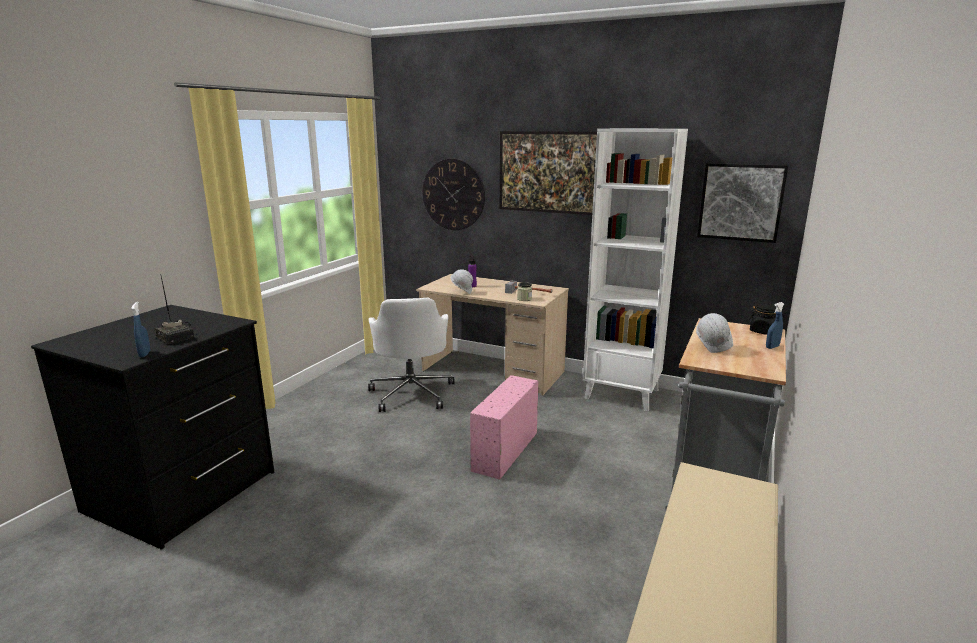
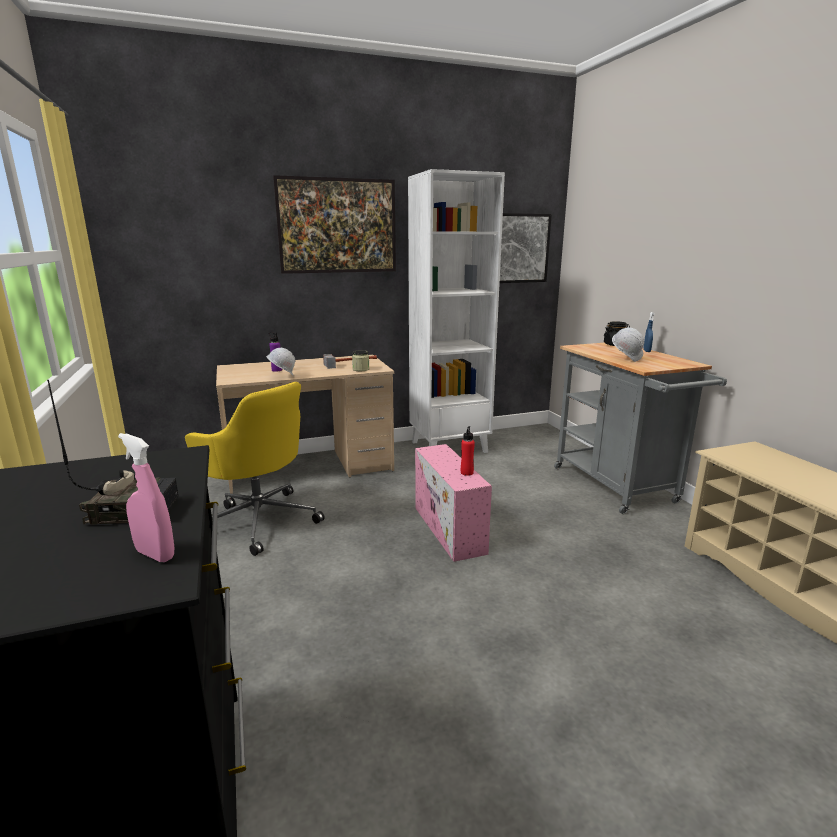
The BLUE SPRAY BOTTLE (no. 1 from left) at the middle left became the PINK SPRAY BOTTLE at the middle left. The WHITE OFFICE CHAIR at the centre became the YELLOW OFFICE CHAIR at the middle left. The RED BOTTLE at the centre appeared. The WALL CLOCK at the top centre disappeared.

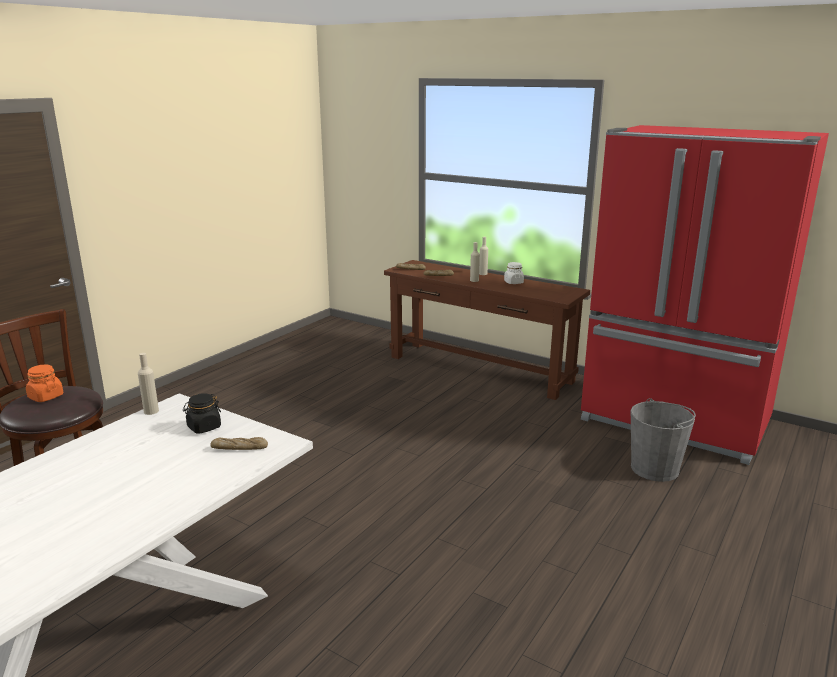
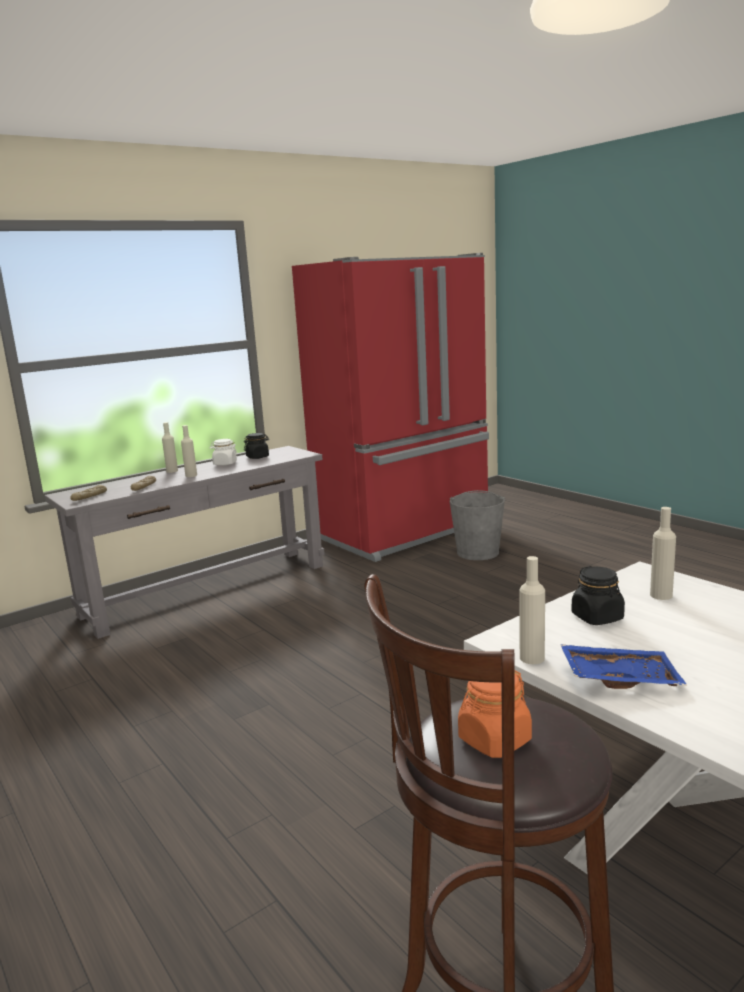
The BROWN CONSOLE TABLE at the centre became the GREY CONSOLE TABLE at the middle left. The BLACK JAR (no. 1 from left) at the centre appeared. The BLUE TRAY at the bottom right appeared. The BREAD (no. 1 from left) at the middle left was replaced by the BEIGE BOTTLE (no. 4 from left) at the middle right.

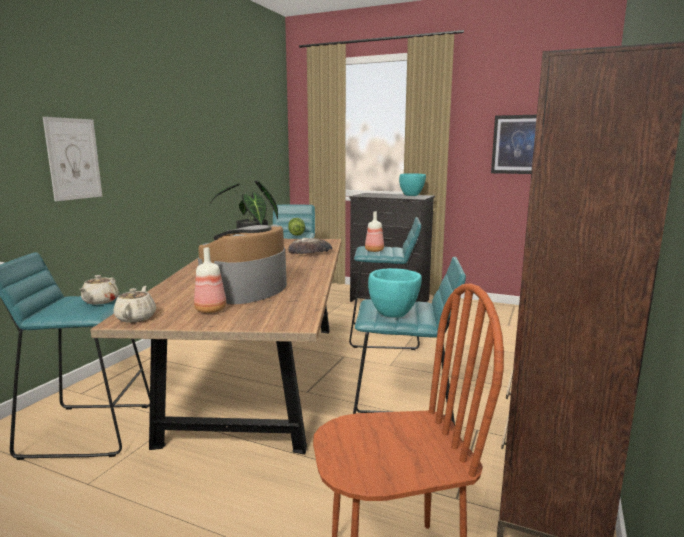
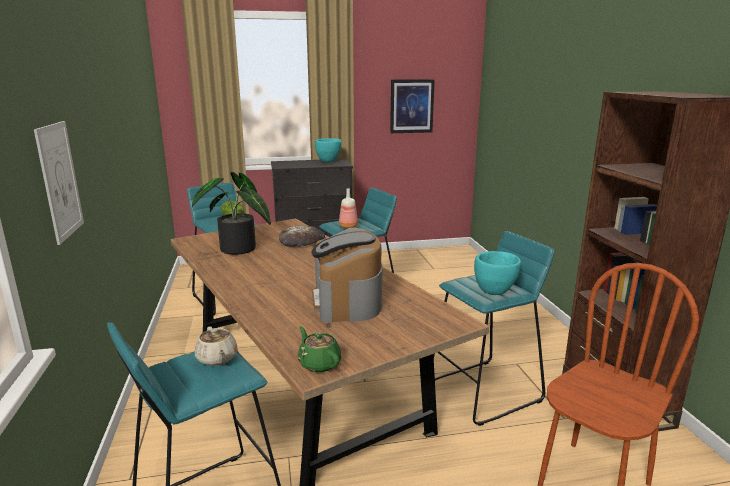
The BEIGE TEAPOT (no. 2 from left) at the middle left became the GREEN TEAPOT at the bottom centre. The BOTTLE (no. 1 from left) at the middle left disappeared.

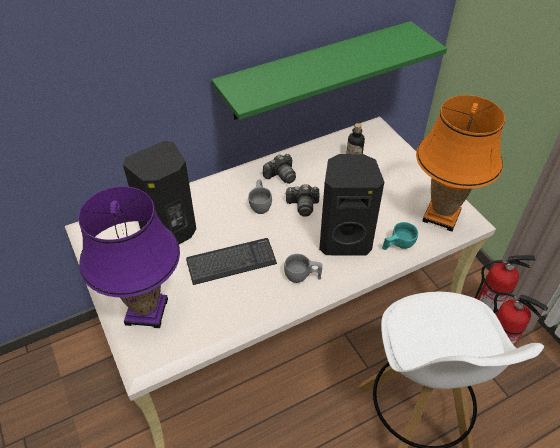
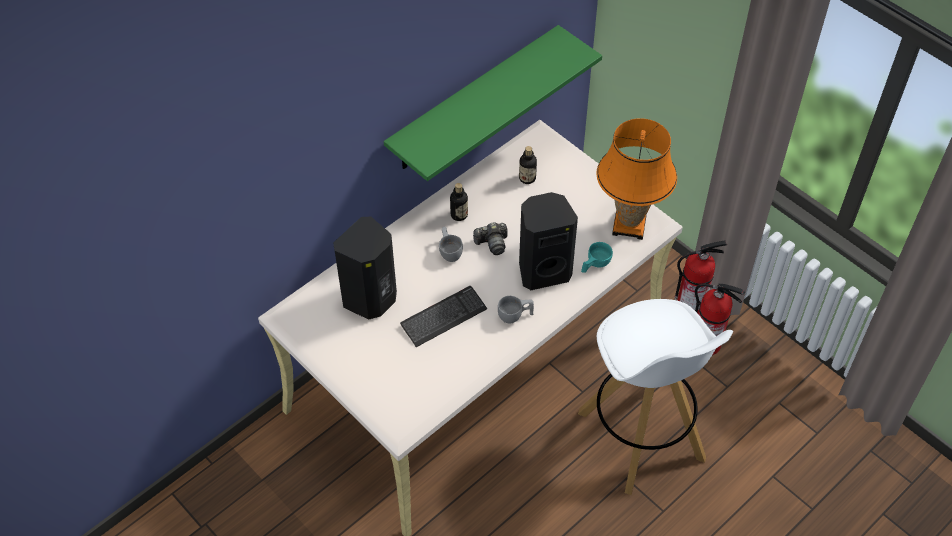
The PHOTO CAMERA (no. 1 from left) at the centre was replaced by the BOTTLE (no. 1 from left) at the centre. The PURPLE TABLE LAMP at the middle left disappeared.

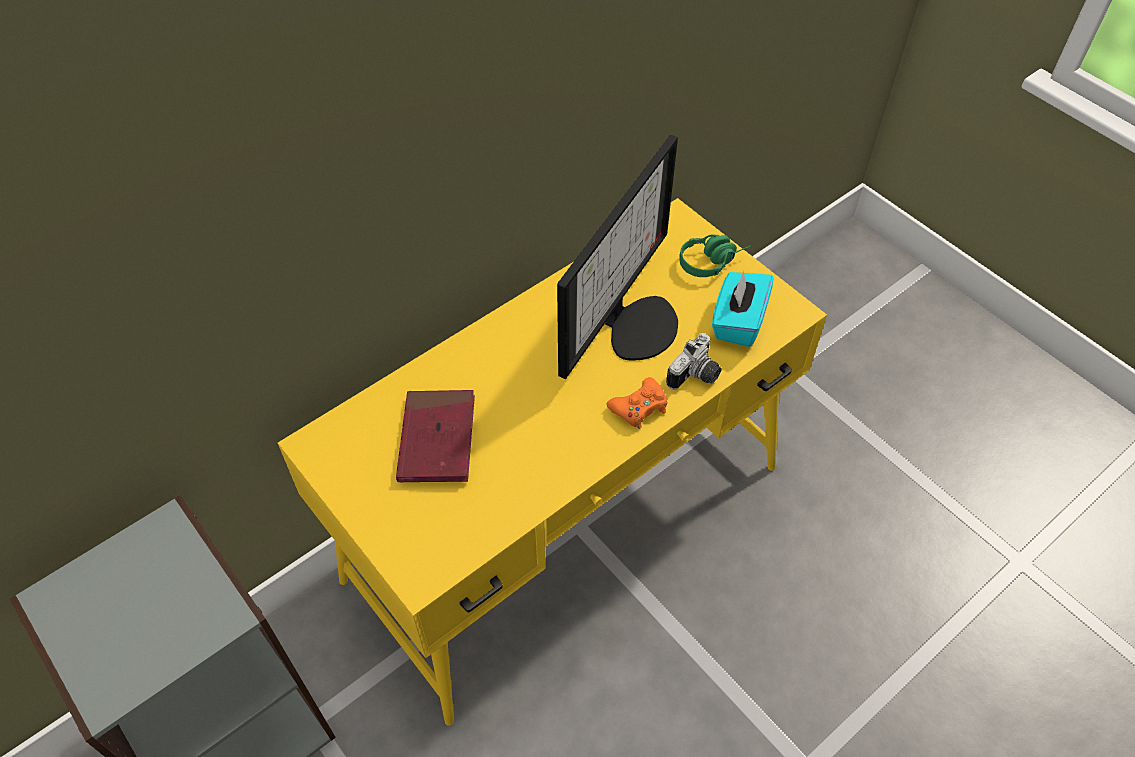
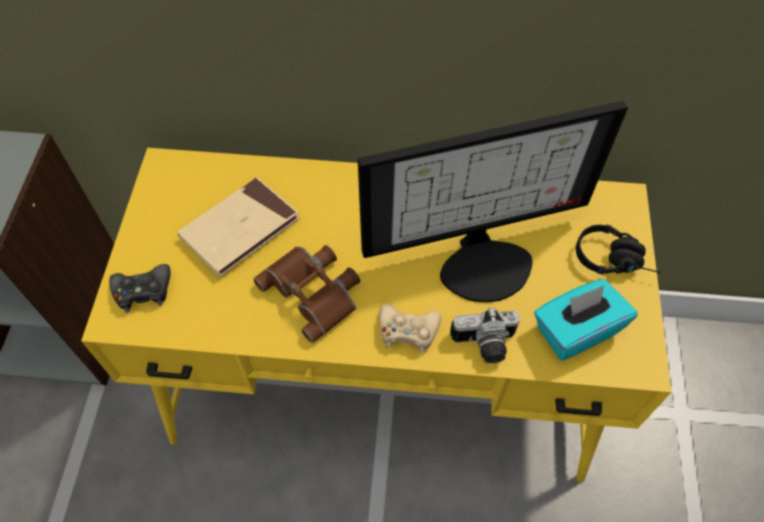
The BLACK GAME CONTROLLER at the middle left appeared. The RED BOOK at the centre became the BEIGE BOOK at the middle left. The BROWN BINOCULARS at the centre appeared. The ORANGE GAME CONTROLLER at the centre became the BEIGE GAME CONTROLLER at the centre. The GREEN HEADPHONES at the centre became the BLACK HEADPHONES at the middle right.

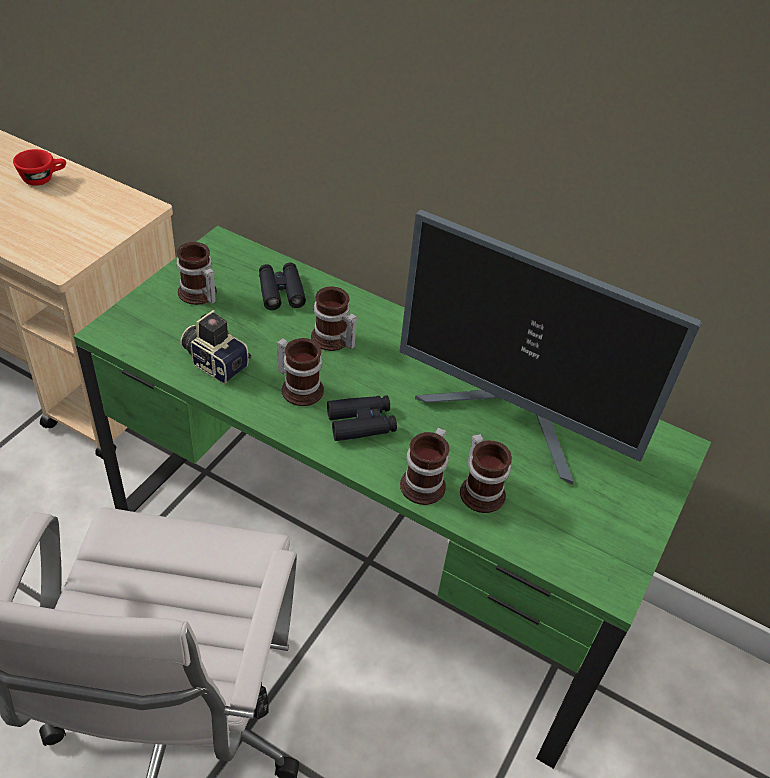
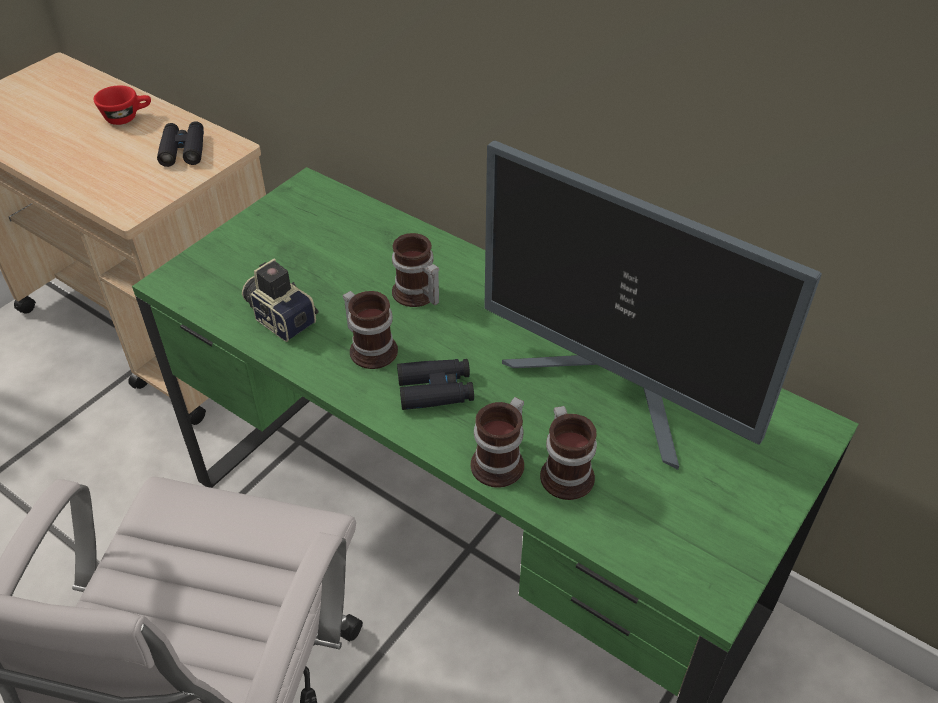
The BLACK BINOCULARS (no. 1 from left) moved from the centre to the top left. The MUG (no. 1 from left) at the middle left disappeared.

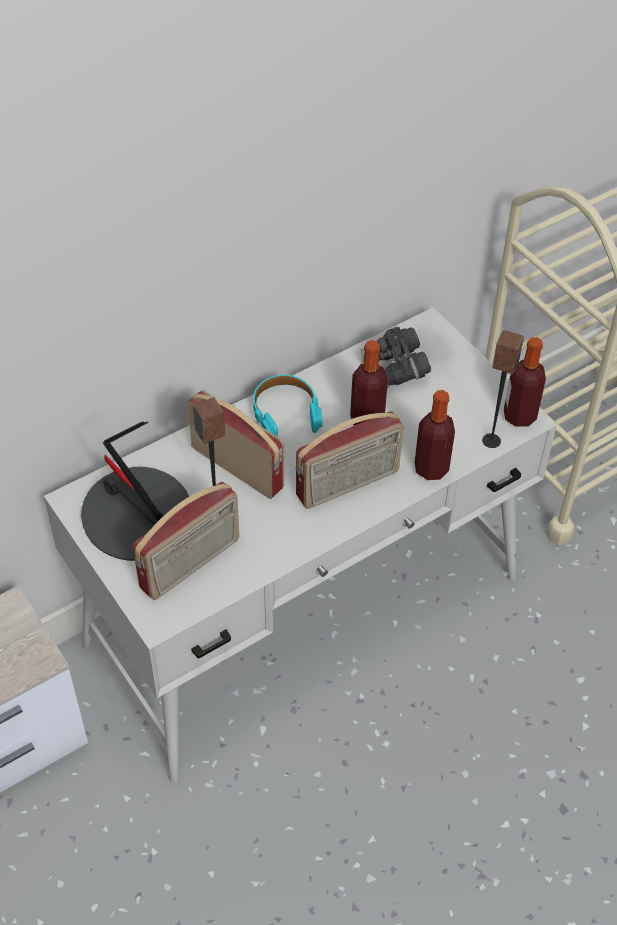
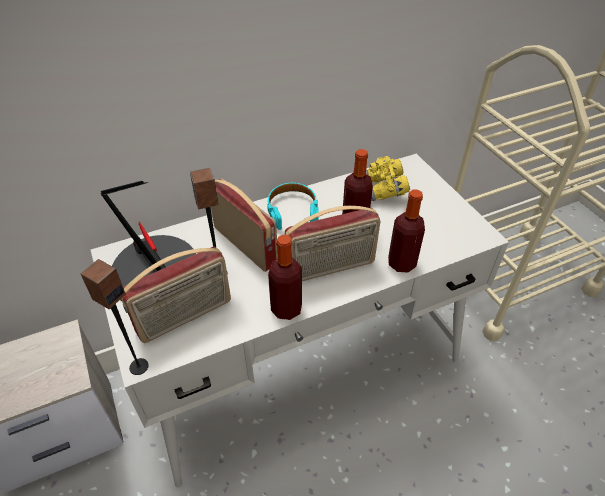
The SPEAKER (no. 2 from left in the first image) moved from the middle right to the middle left. The BOTTLE (no. 3 from left in the first image) moved from the middle right to the centre. The GREY BINOCULARS at the centre became the YELLOW BINOCULARS at the centre.

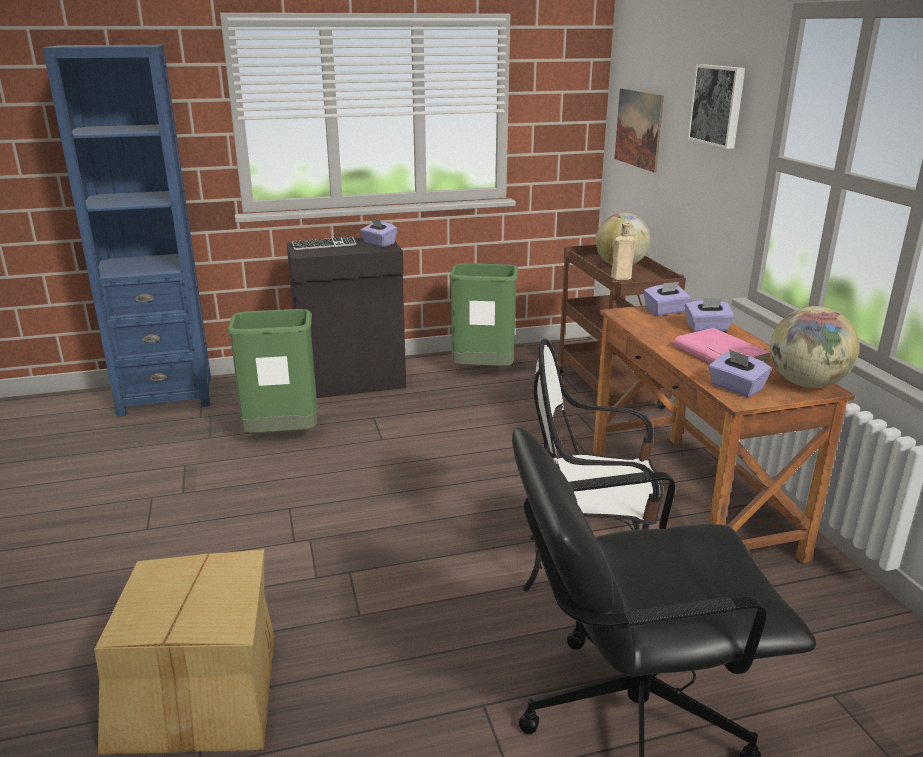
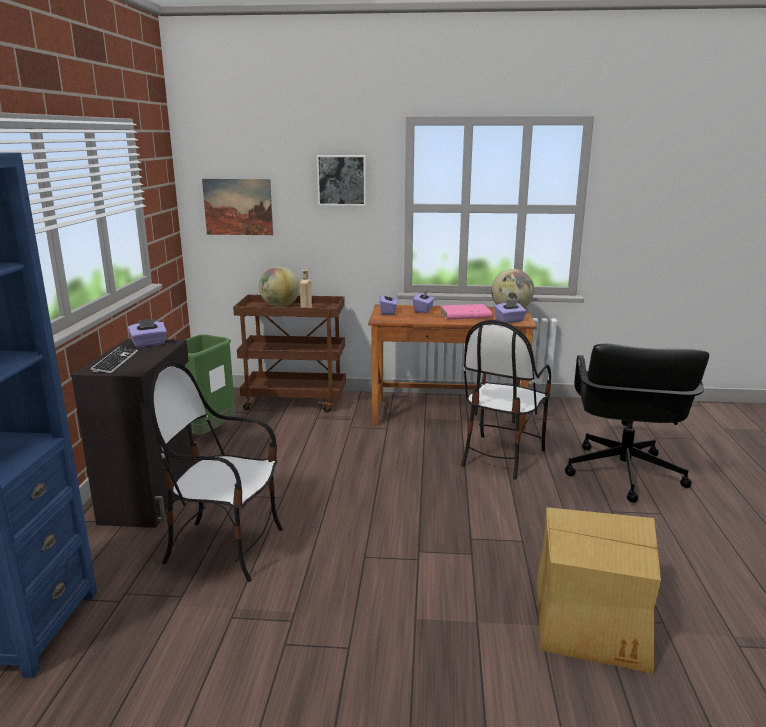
The GREEN TRASH CAN (no. 1 from left) at the middle left was replaced by the CHAIR (no. 1 from left) at the middle left.

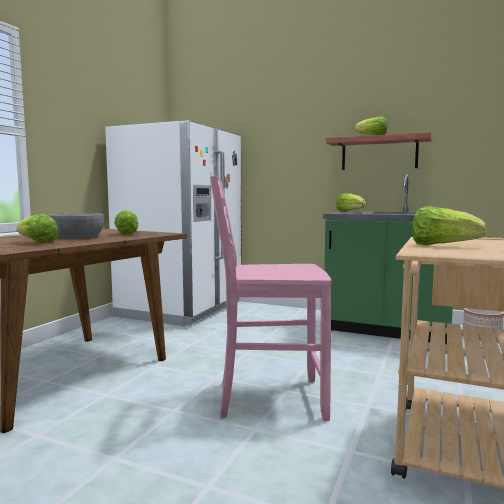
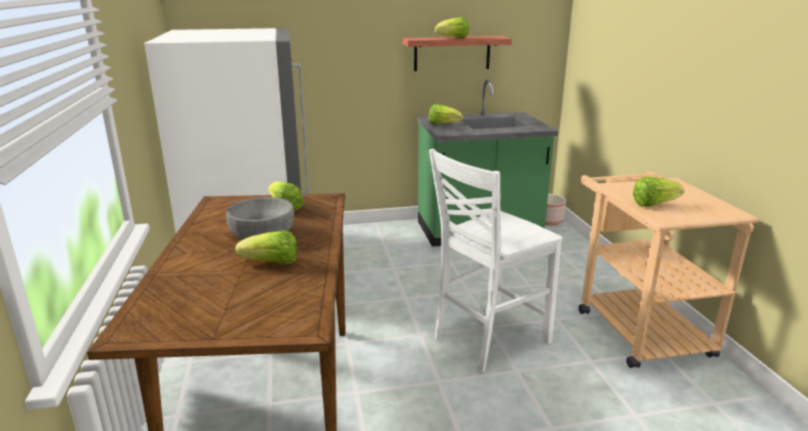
The PINK CHAIR at the centre became the WHITE CHAIR at the centre.

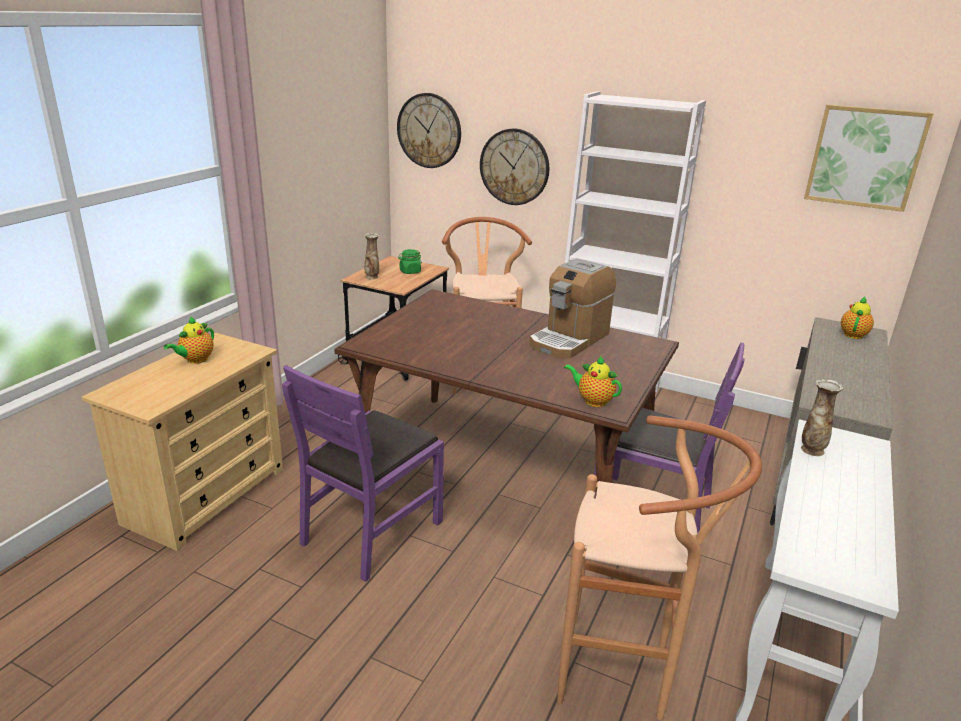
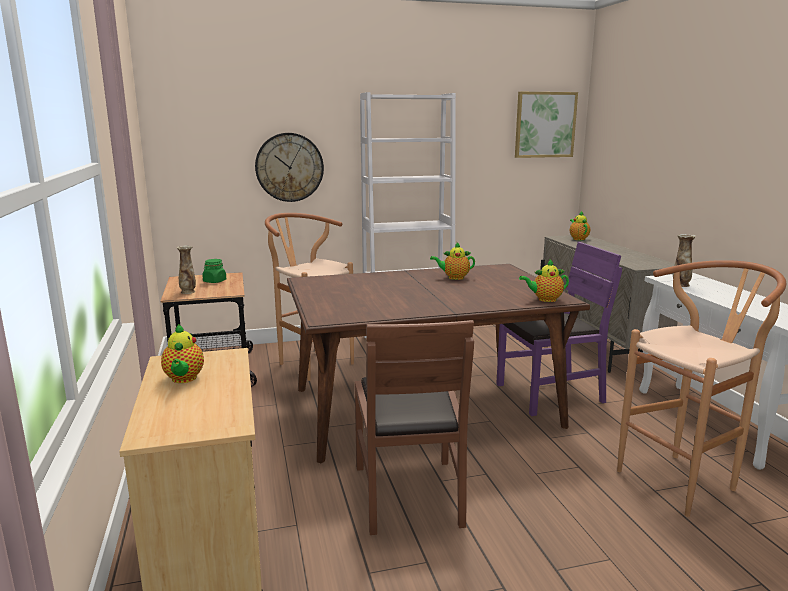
The PURPLE CHAIR (no. 1 from left) at the centre became the BROWN CHAIR at the bottom centre. The COFFEE MACHINE at the centre was replaced by the TEAPOT (no. 2 from left) at the centre. The WALL CLOCK (no. 1 from left) at the top centre disappeared.

